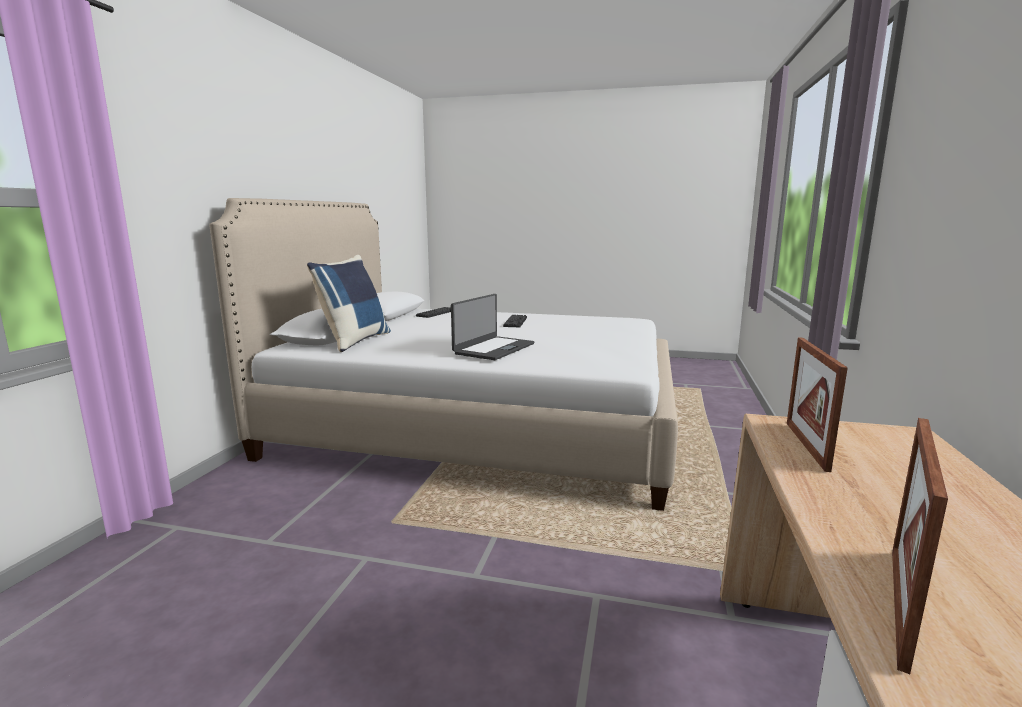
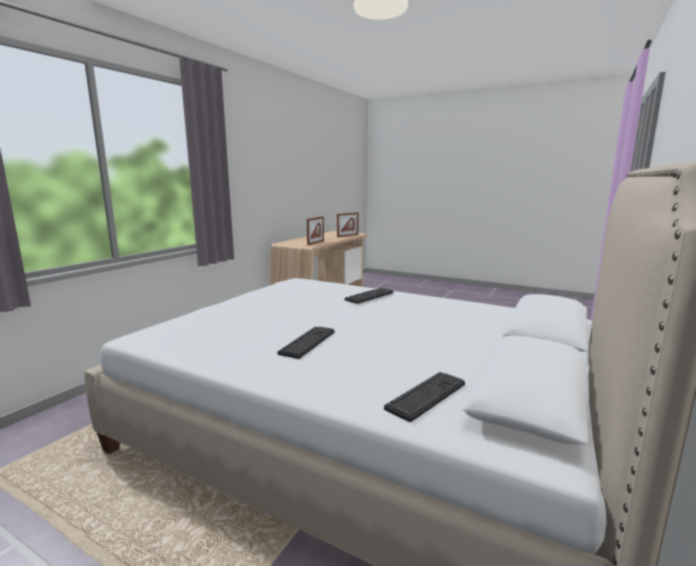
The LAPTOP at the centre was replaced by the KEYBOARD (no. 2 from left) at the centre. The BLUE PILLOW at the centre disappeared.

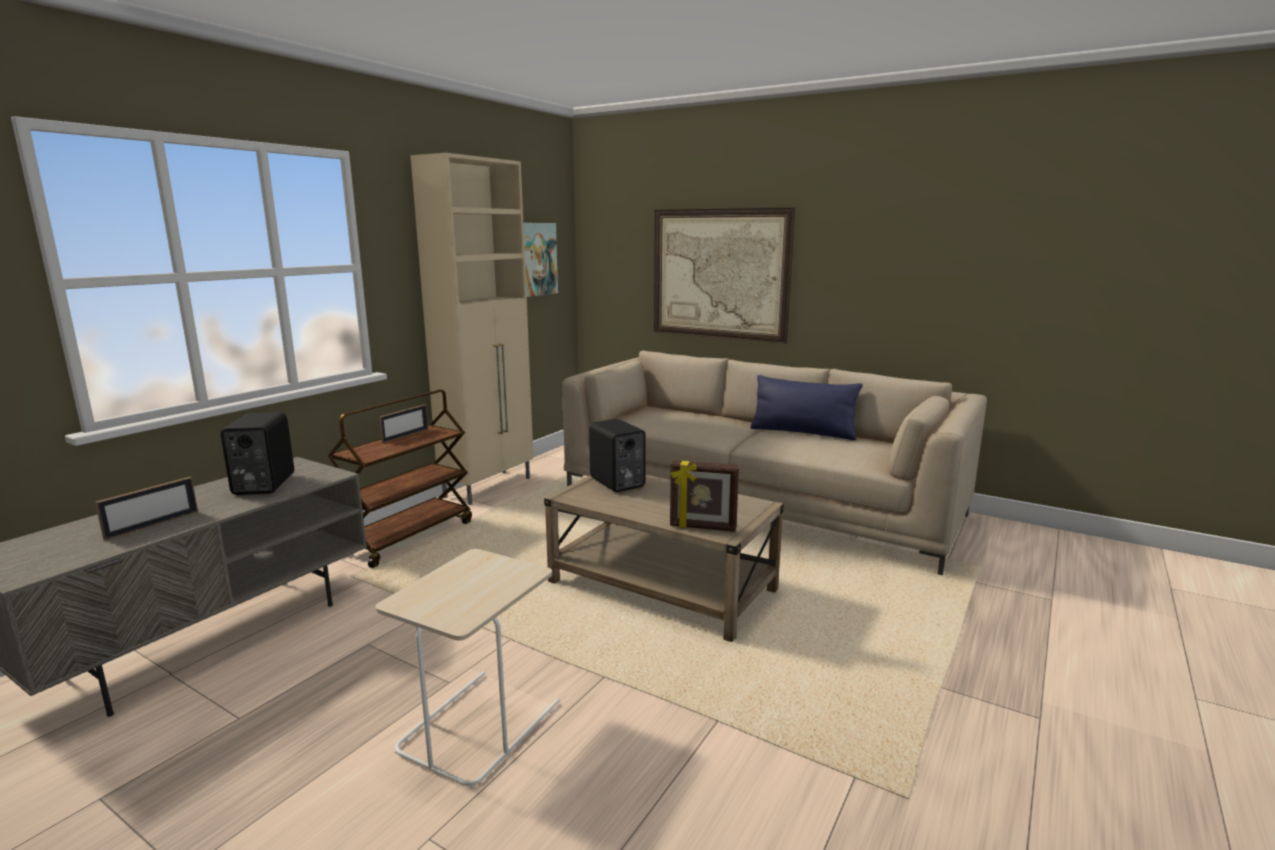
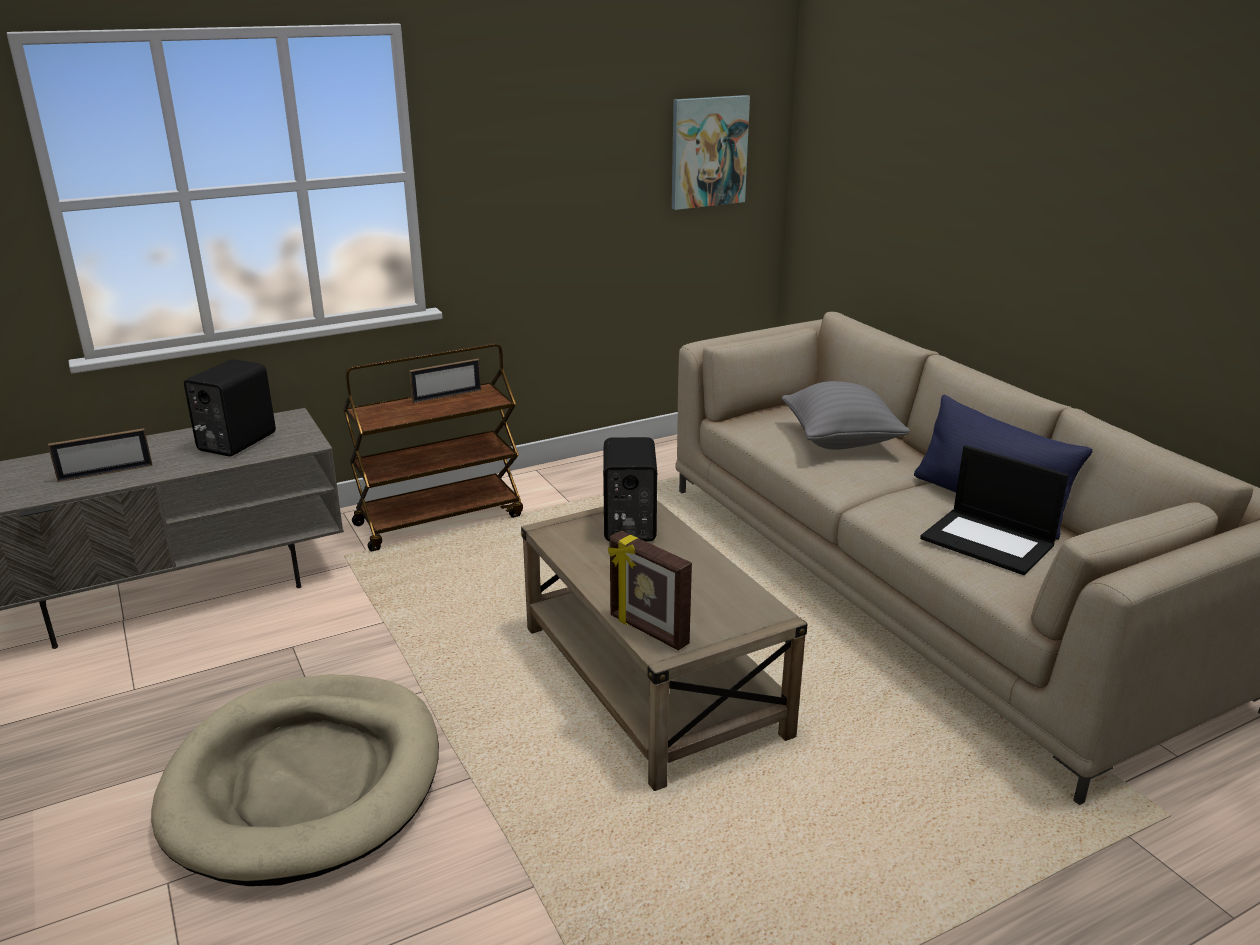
The BEIGE SIDE TABLE at the bottom centre was replaced by the BEIGE DOG BED at the bottom left. The GREY PILLOW at the middle right appeared. The LAPTOP at the middle right appeared. The BEIGE CABINET at the centre disappeared. The PICTURE (no. 2 from left) at the top centre disappeared.

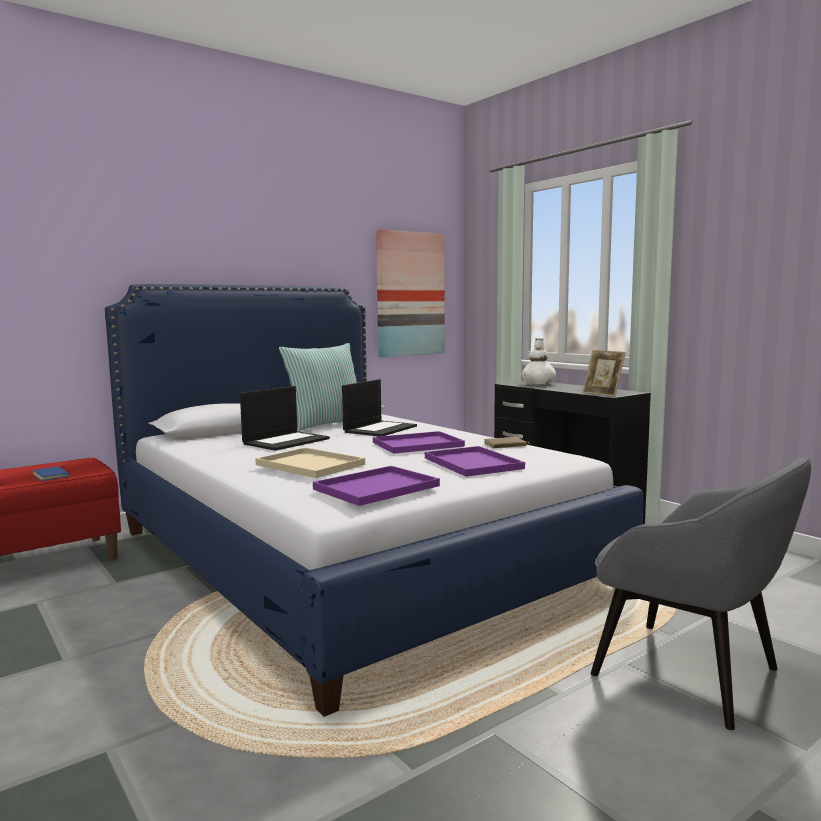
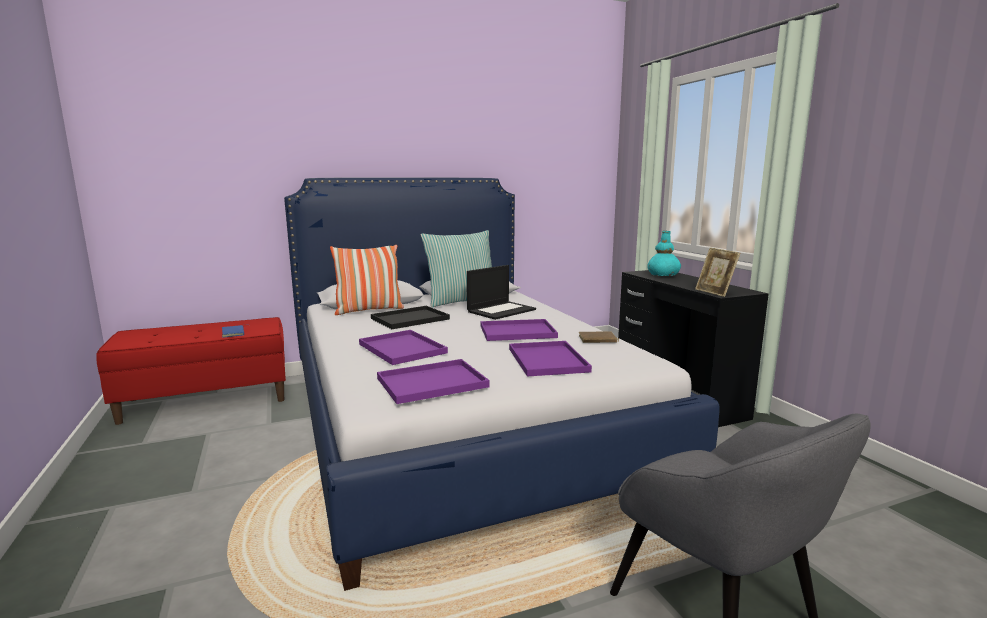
The PILLOW (no. 1 from left) at the centre appeared. The BEIGE TRAY at the centre became the PURPLE TRAY (no. 1 from left) at the centre. The LAPTOP (no. 1 from left) at the centre was replaced by the BLACK TRAY at the centre. The WHITE VASE at the centre became the TURQUOISE VASE at the middle right. The PICTURE at the centre disappeared.

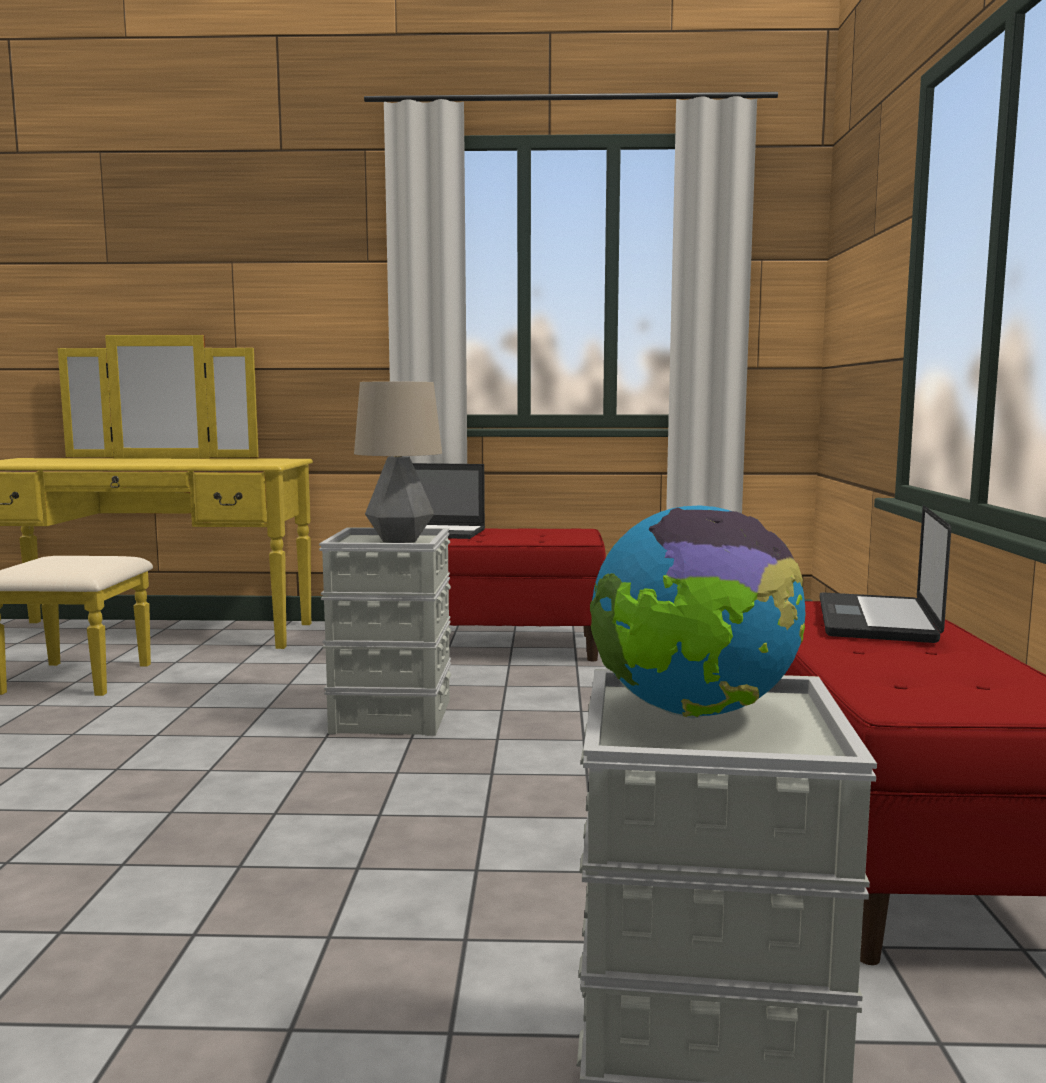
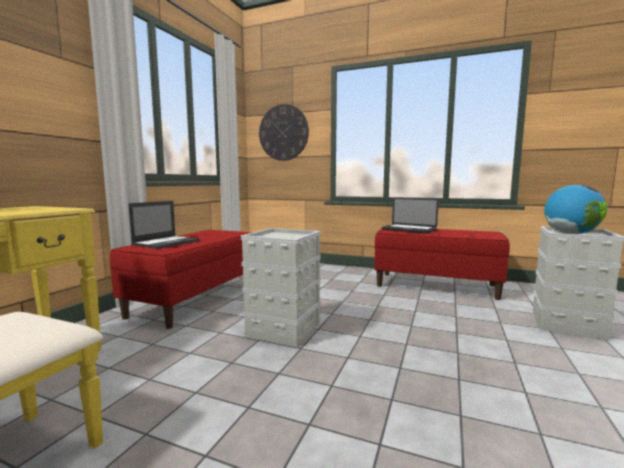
The WALL CLOCK at the top centre appeared. The TABLE LAMP at the centre disappeared.

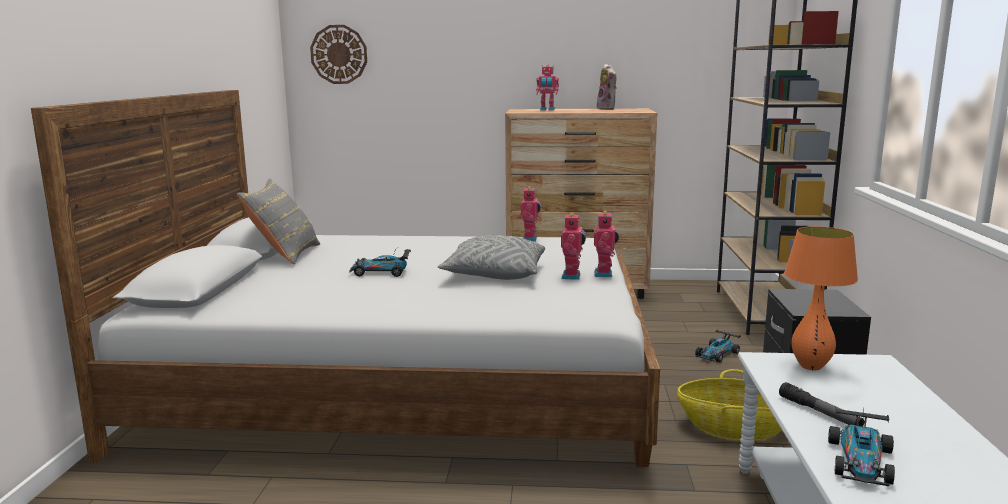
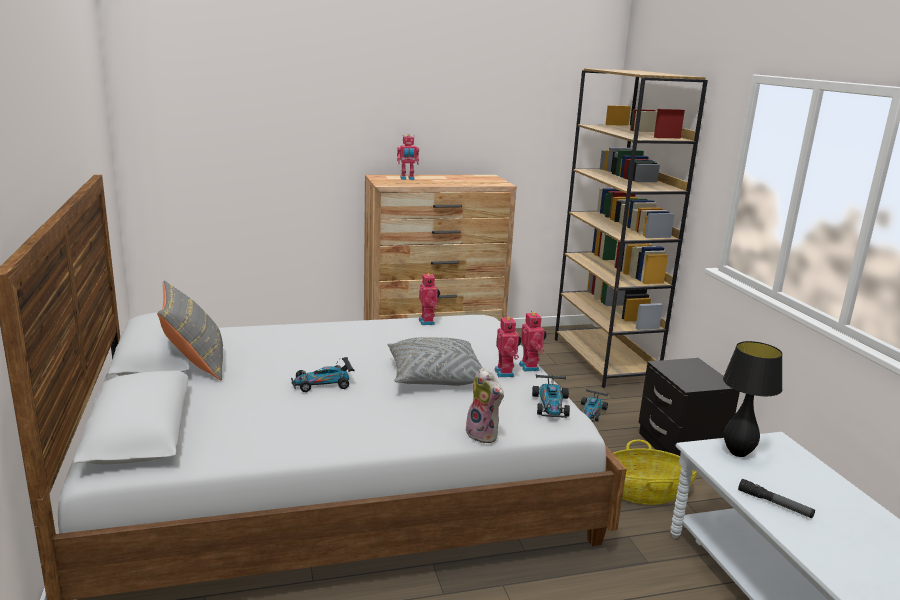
The PLUSH TOY moved from the top centre to the bottom centre. The TOY CAR (no. 3 from left in the first image) moved from the bottom right to the centre. The ORANGE TABLE LAMP at the middle right became the BLACK TABLE LAMP at the middle right. The WALL CLOCK at the top centre disappeared.

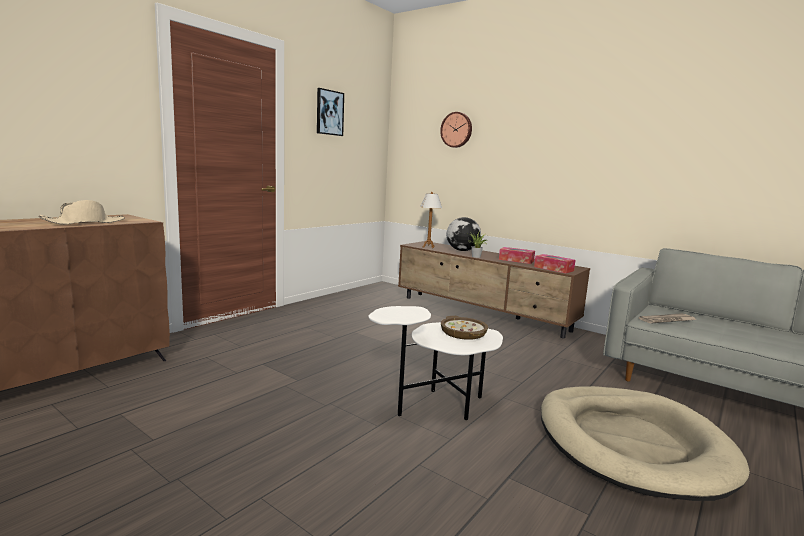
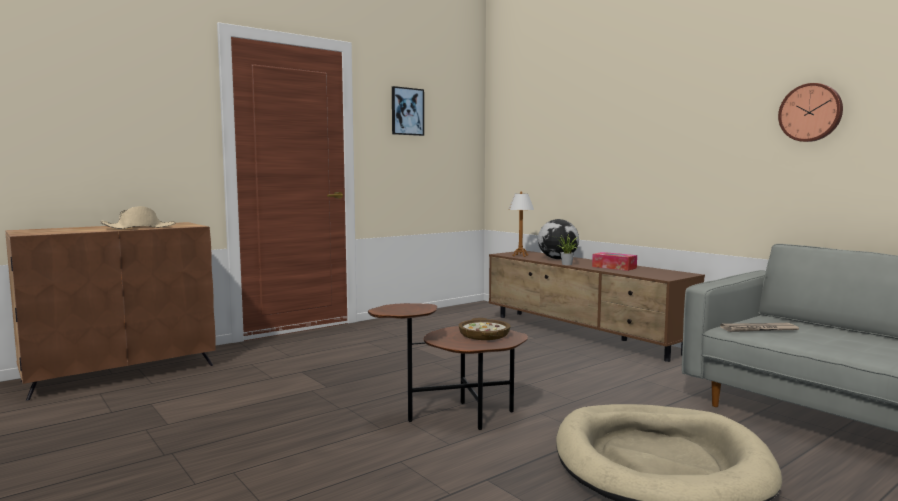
The WHITE SIDE TABLE at the bottom centre became the BROWN SIDE TABLE at the bottom centre. The WALL CLOCK moved from the top centre to the top right. The TISSUE BOX (no. 2 from left) at the middle right disappeared.

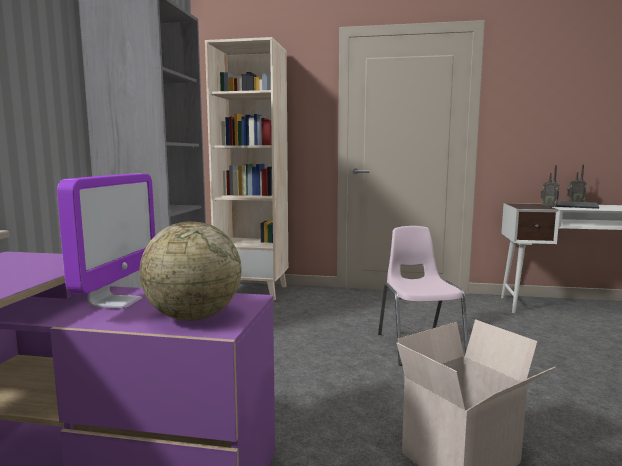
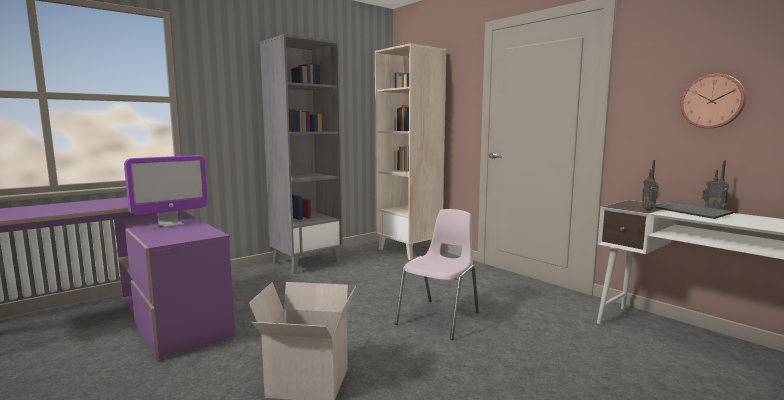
The WALL CLOCK at the top right appeared. The GLOBE at the middle left disappeared.

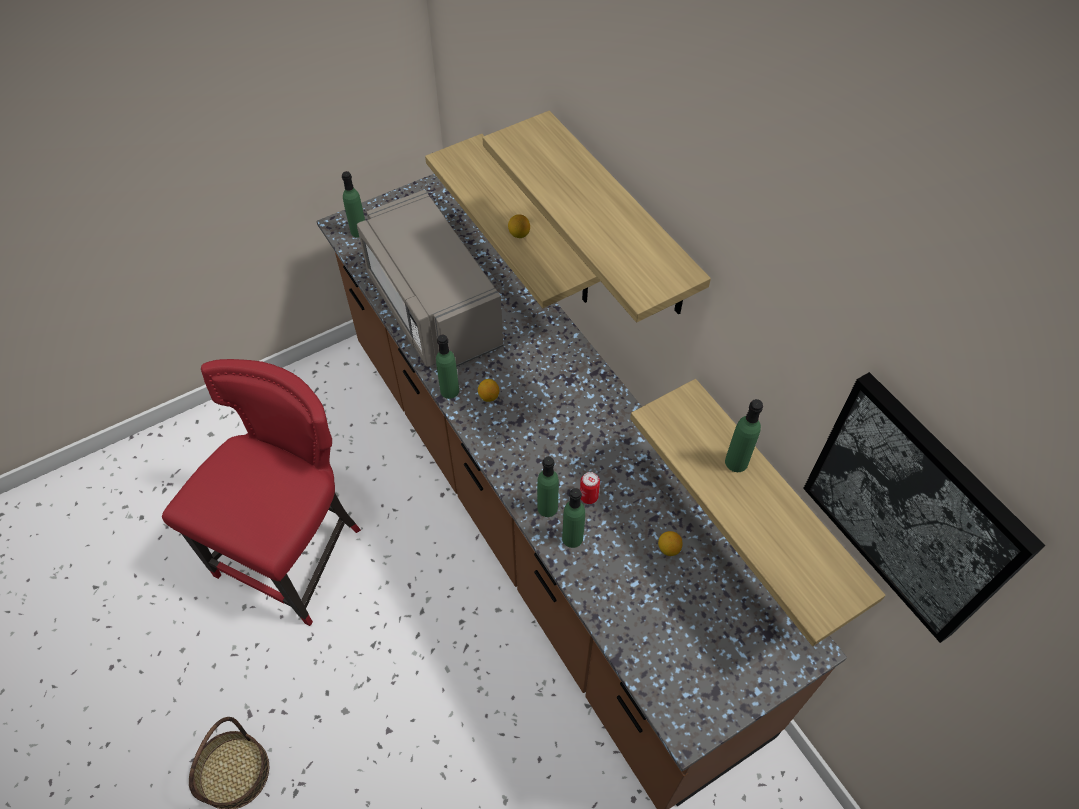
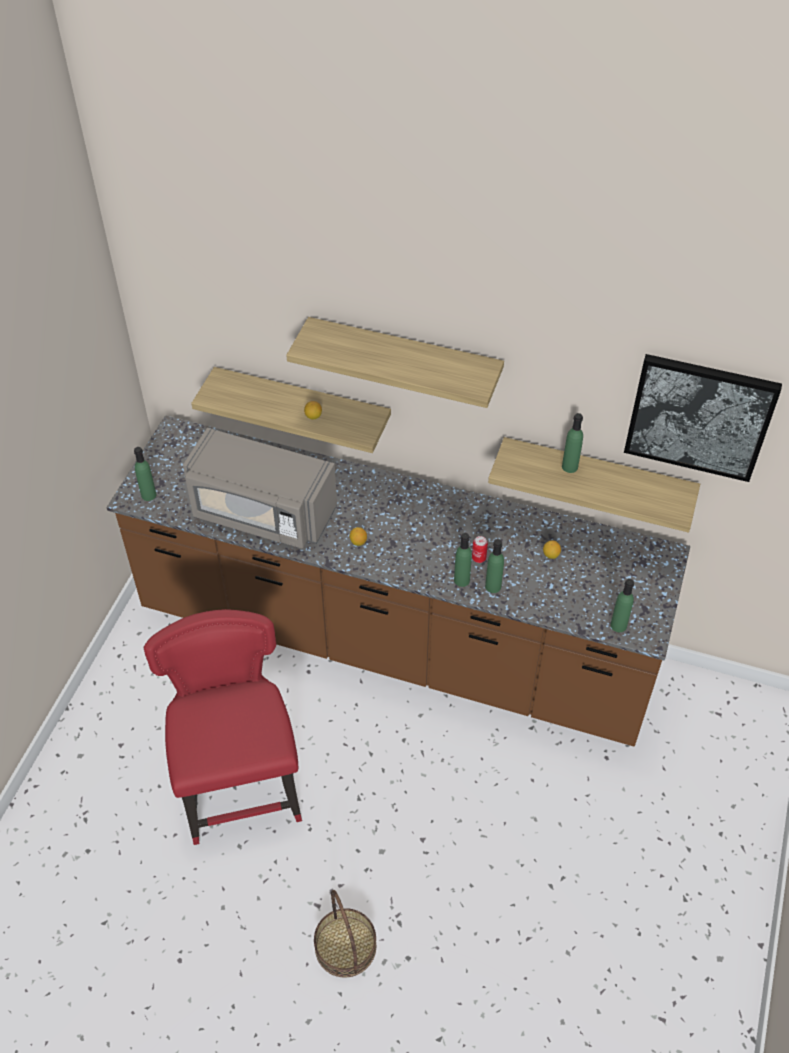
The GREEN BOTTLE (no. 2 from left in the first image) moved from the centre to the middle right.

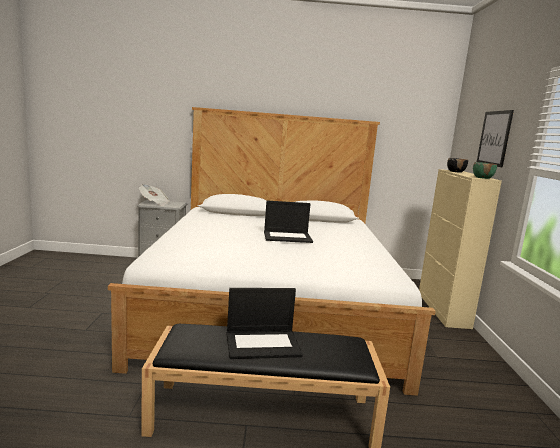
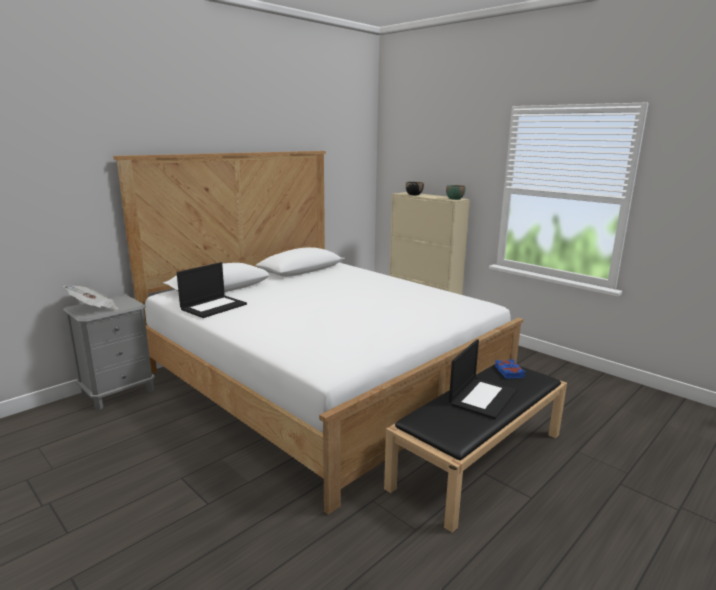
The LAPTOP (no. 2 from left in the first image) moved from the centre to the middle left. The BLUE BOOK at the middle right appeared. The PICTURE at the top right disappeared.

